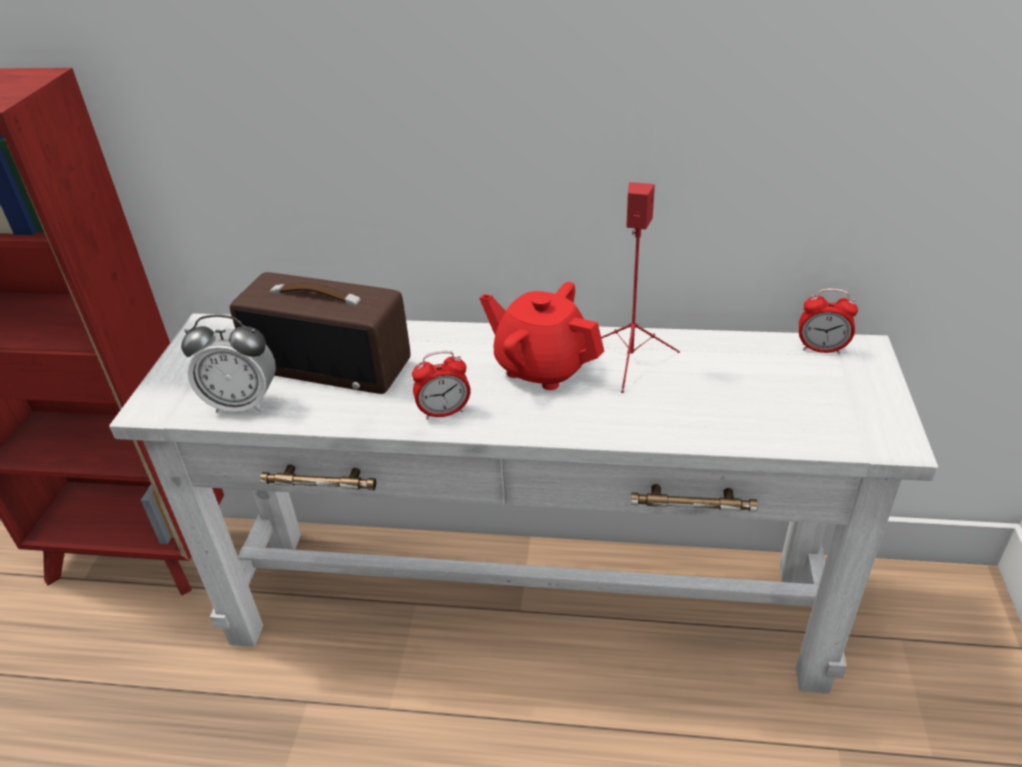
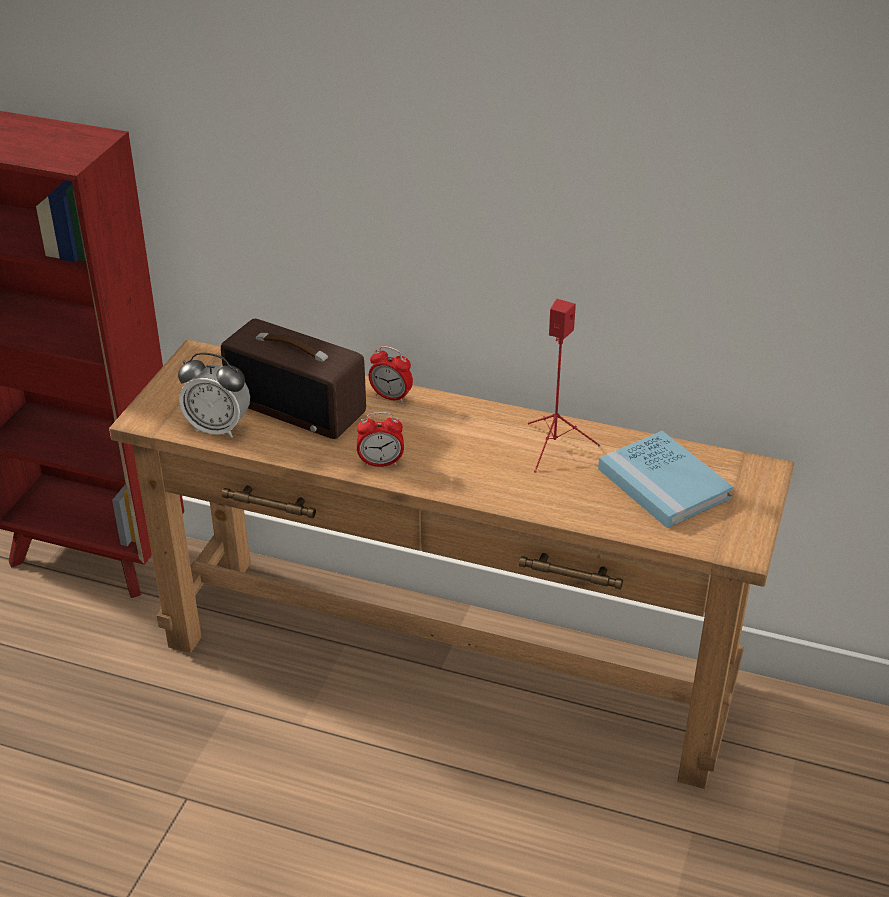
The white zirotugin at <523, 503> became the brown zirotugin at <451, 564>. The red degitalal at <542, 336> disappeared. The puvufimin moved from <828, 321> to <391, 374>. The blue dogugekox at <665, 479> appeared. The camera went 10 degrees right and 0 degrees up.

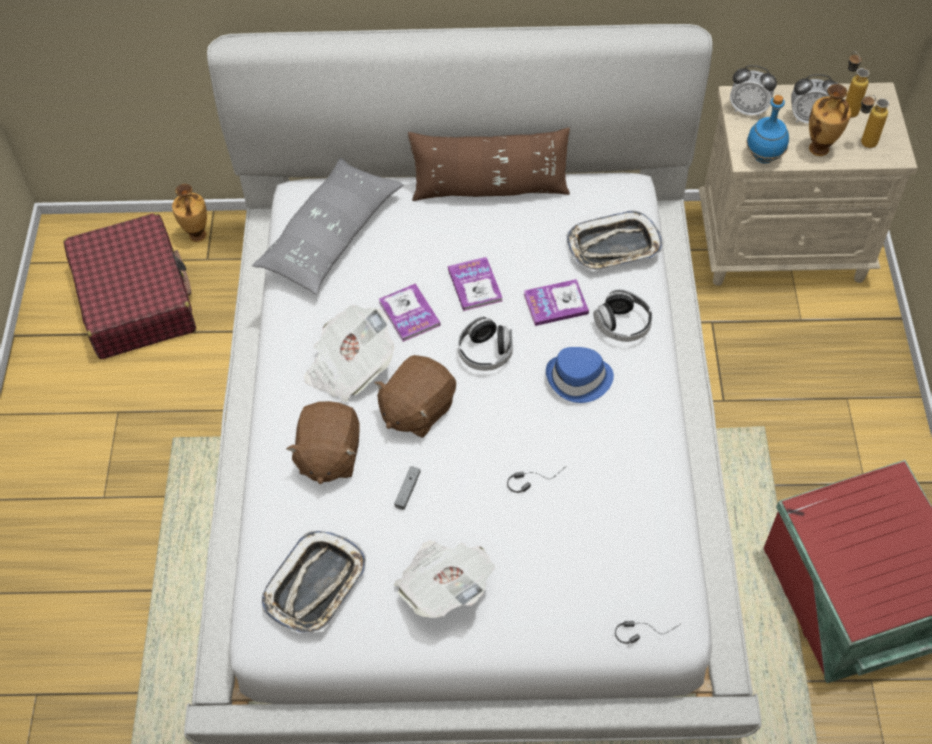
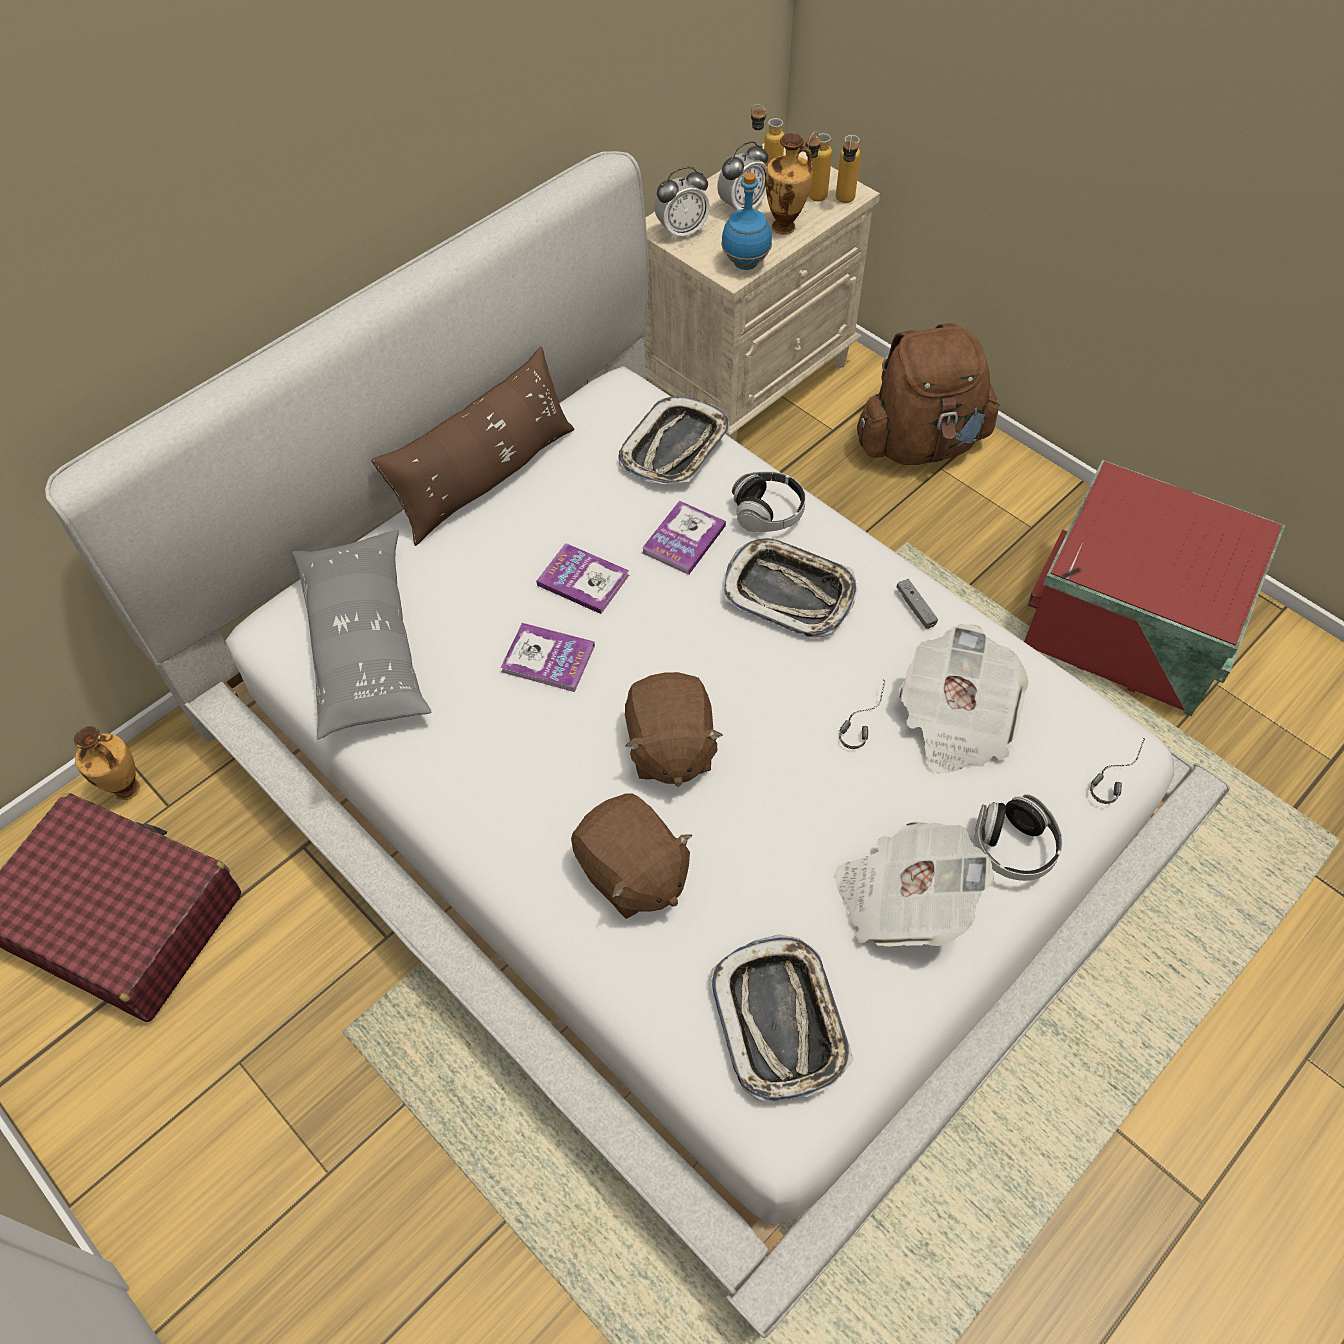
The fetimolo moved from <349, 353> to <964, 699>. The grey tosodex moved from <407, 488> to <917, 604>. The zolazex moved from <485, 343> to <1018, 837>. The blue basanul at <580, 375> was replaced by the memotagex at <790, 588>. The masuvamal at <848, 169> appeared. The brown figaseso at <928, 394> appeared. The camera went 45 degrees left and 0 degrees up.

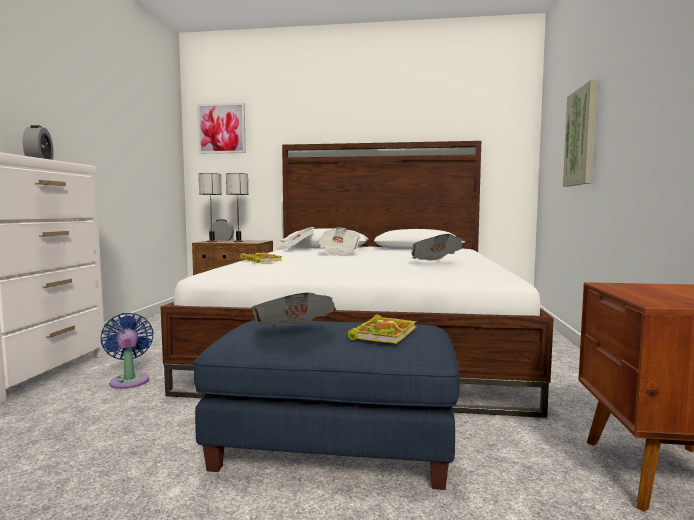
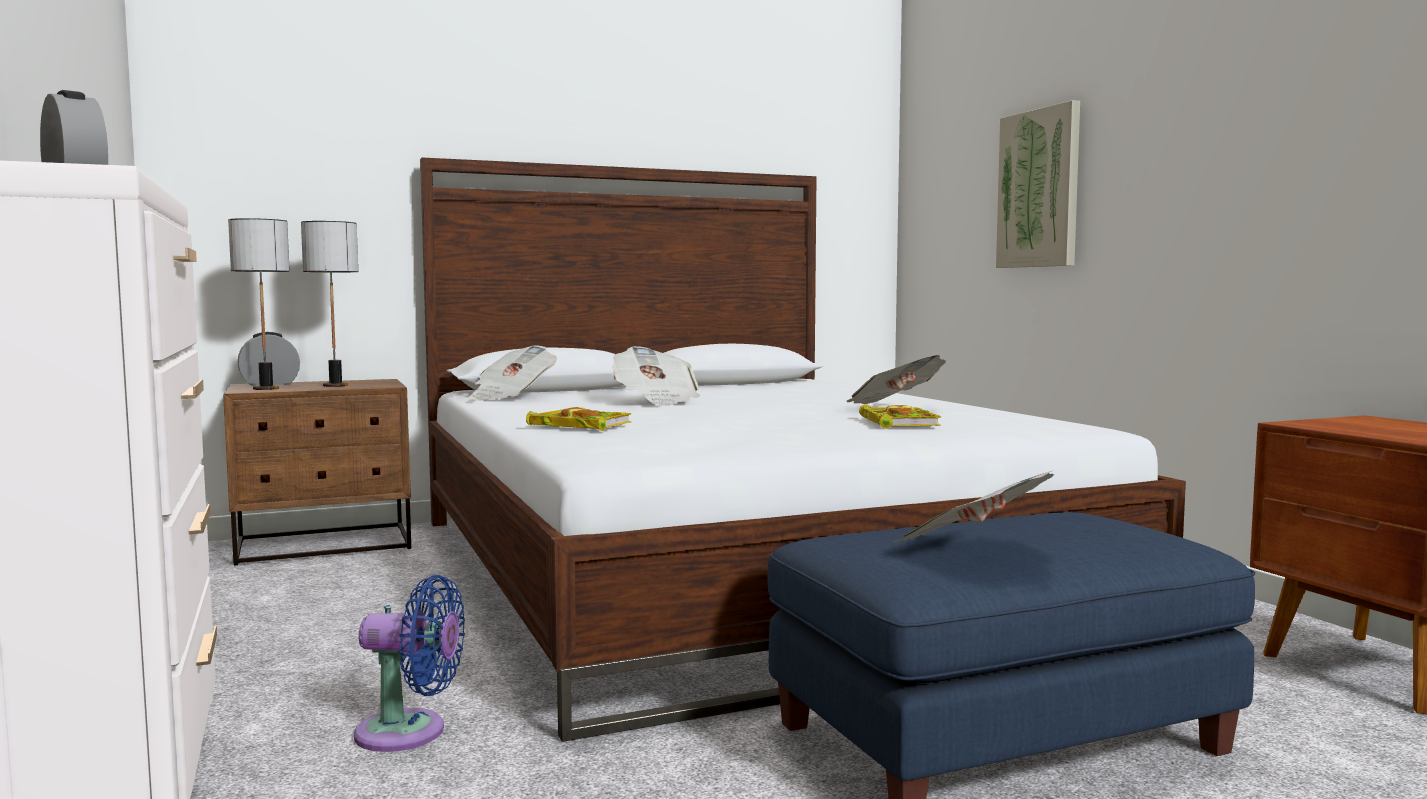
The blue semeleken at <127, 351> turned 150 degrees clockwise. The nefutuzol at <221, 128> disappeared. The dogugekox moved from <382, 329> to <900, 416>. The camera went 30 degrees left and 0 degrees up.

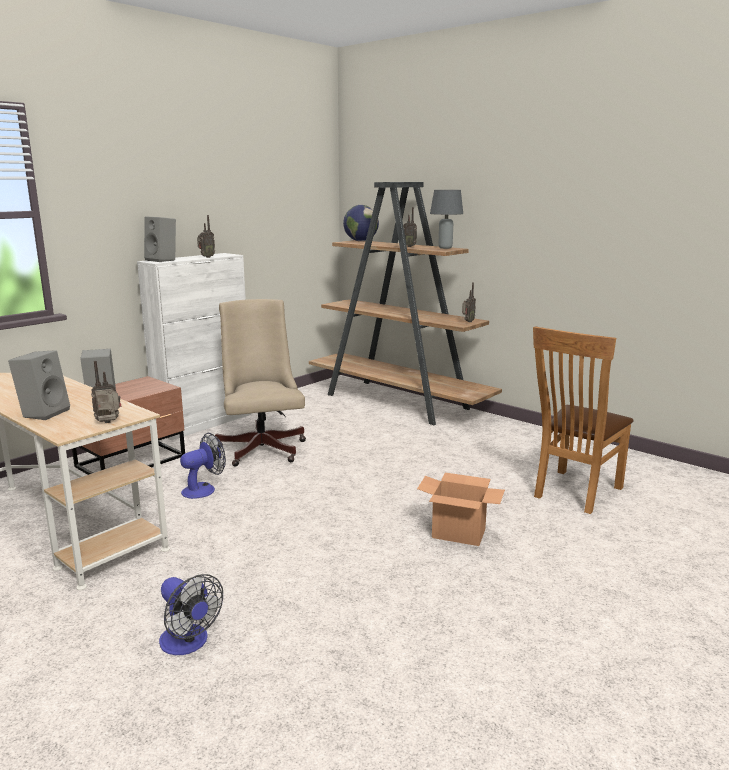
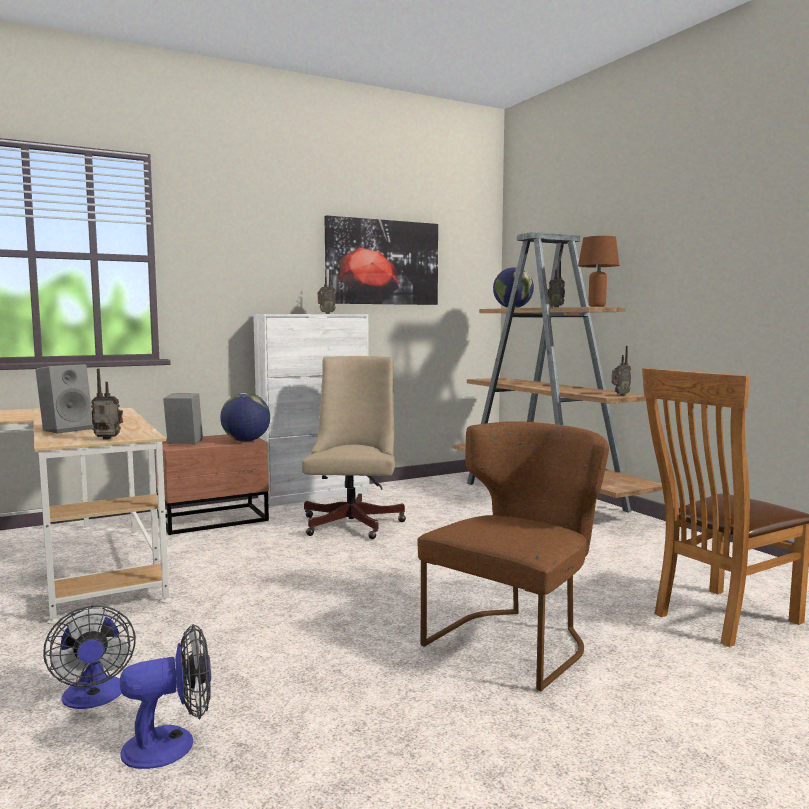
The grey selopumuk at <160, 239> disappeared. The semeleken moved from <203, 466> to <165, 696>. The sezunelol at <461, 509> was replaced by the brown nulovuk at <513, 556>. The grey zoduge at <446, 219> became the brown zoduge at <598, 271>. The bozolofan at <245, 417> appeared. The nefutuzol at <381, 260> appeared. The camera went 20 degrees right and 10 degrees down.

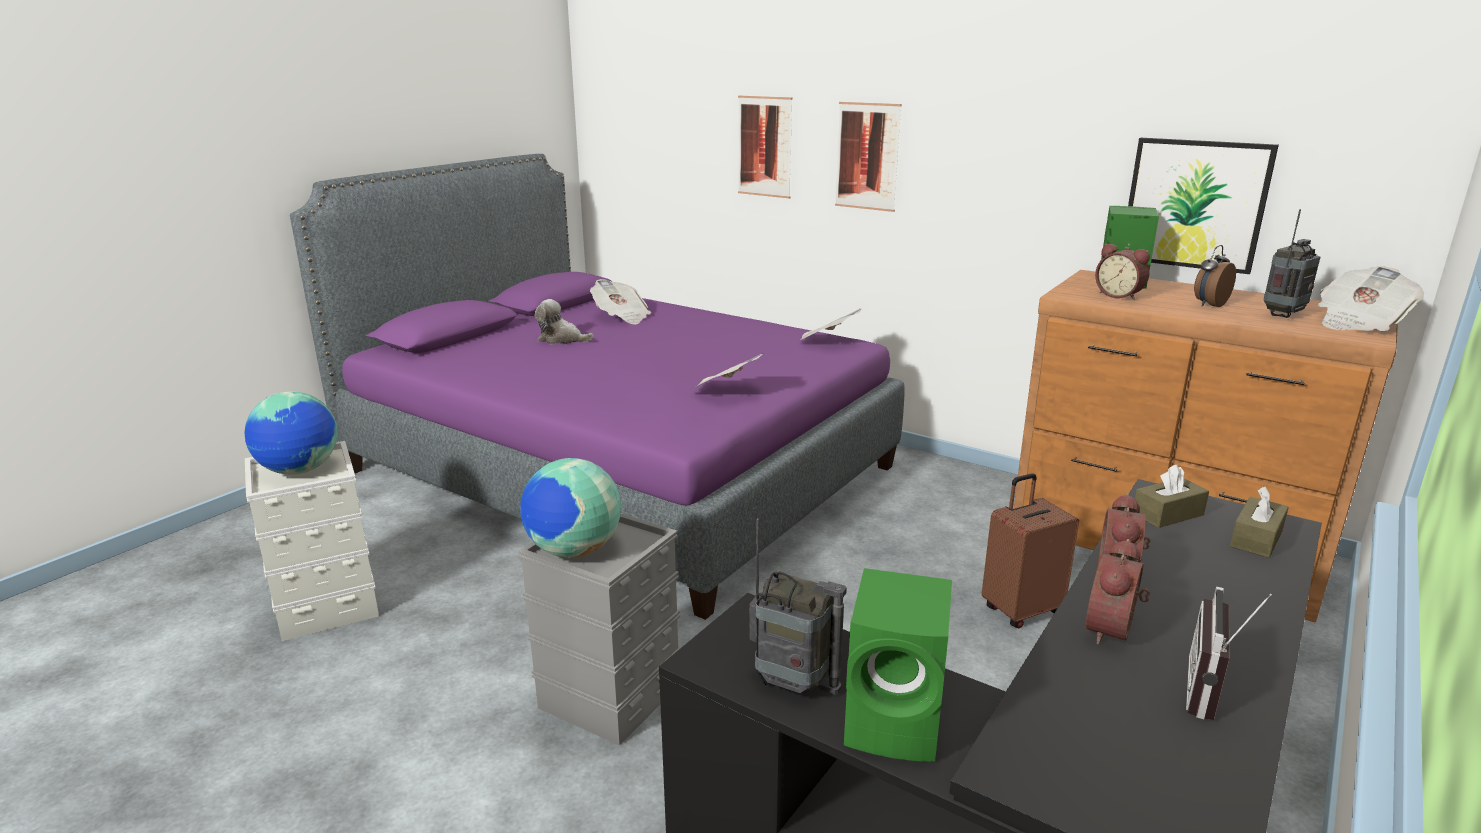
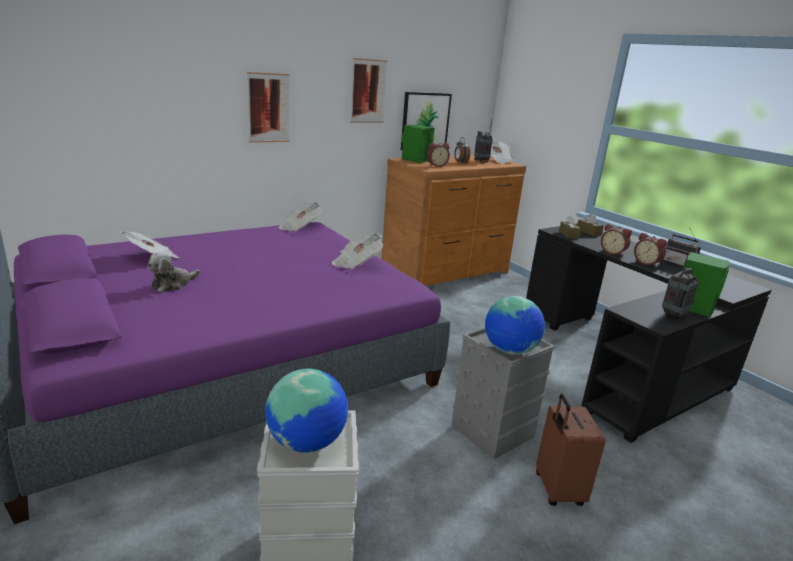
The nefutuzol moved from <765, 147> to <369, 90>. The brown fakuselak moved from <1030, 550> to <570, 450>. The camera went 70 degrees left and 0 degrees up.

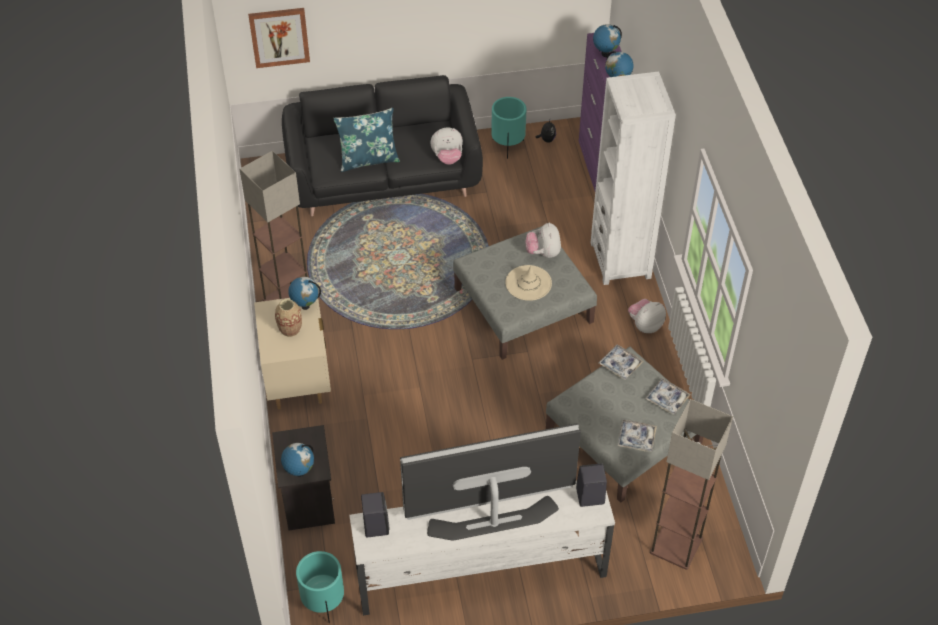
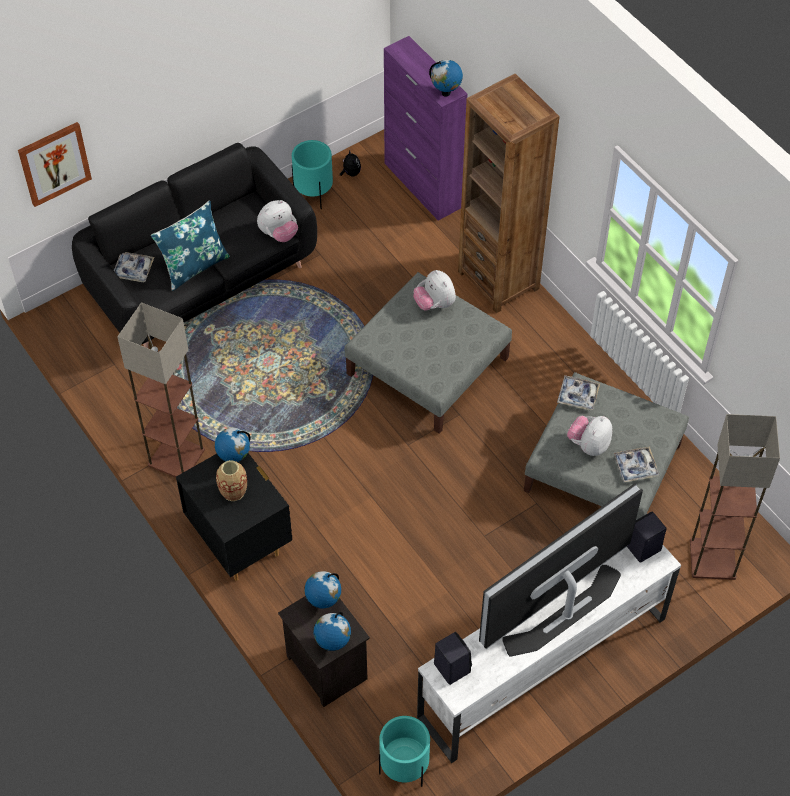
The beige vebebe at <292, 354> became the black vebebe at <234, 517>. The beige basanul at <528, 283> disappeared. The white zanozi at <633, 178> became the brown zanozi at <509, 194>. The bozolofan moved from <607, 40> to <322, 589>. The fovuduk moved from <647, 316> to <589, 436>. The memotagex moved from <668, 396> to <134, 267>. The camera went 25 degrees left and 5 degrees up.

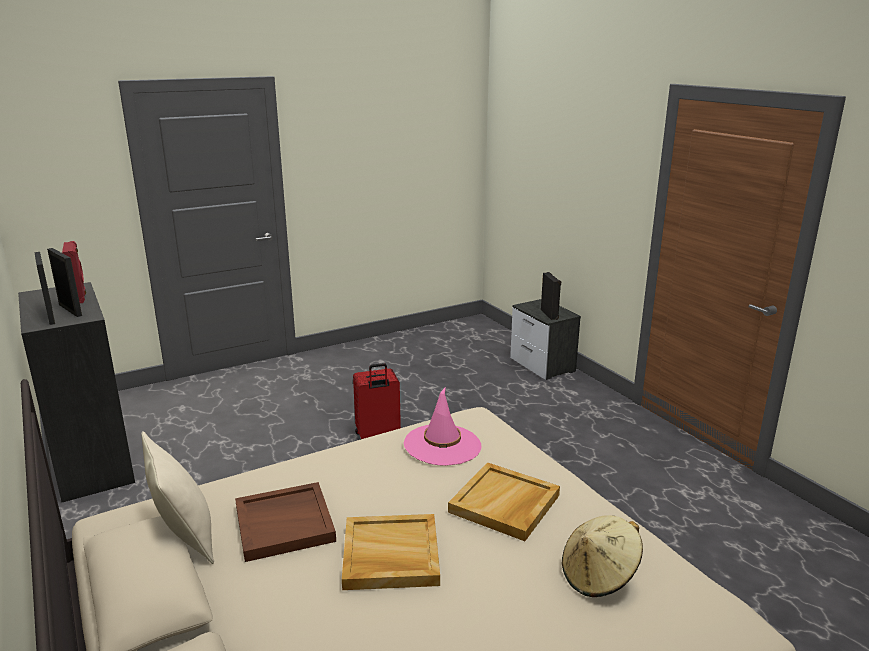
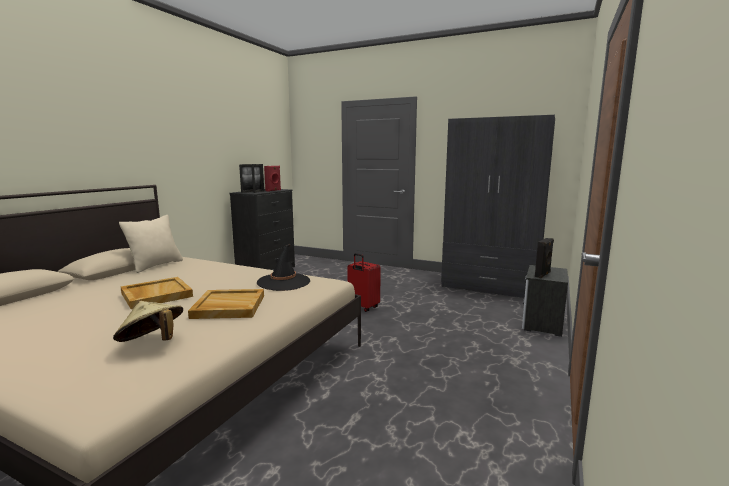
The brown memotagex at <285, 522> disappeared. The pink basanul at <442, 426> became the black basanul at <283, 267>. The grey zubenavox at <498, 206> appeared. The camera went 55 degrees right and 10 degrees down.

